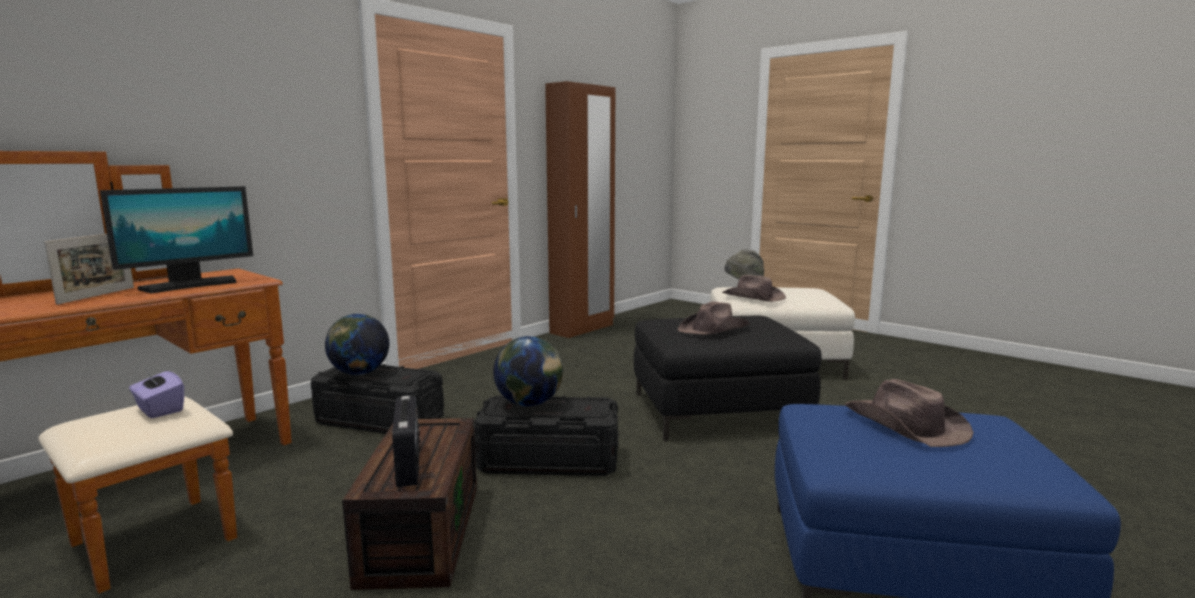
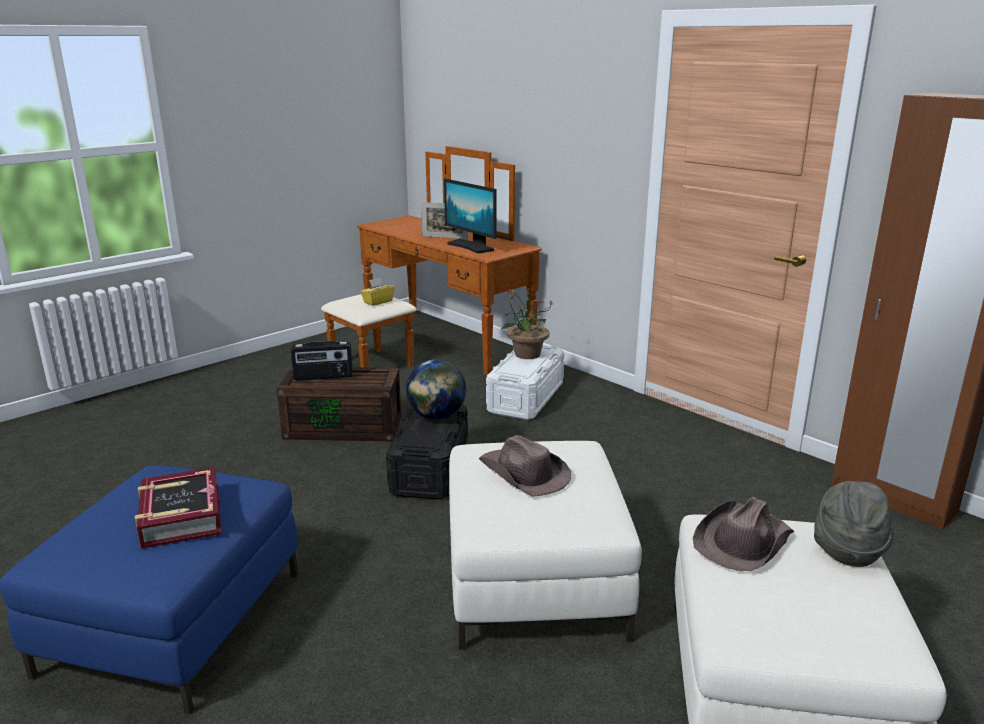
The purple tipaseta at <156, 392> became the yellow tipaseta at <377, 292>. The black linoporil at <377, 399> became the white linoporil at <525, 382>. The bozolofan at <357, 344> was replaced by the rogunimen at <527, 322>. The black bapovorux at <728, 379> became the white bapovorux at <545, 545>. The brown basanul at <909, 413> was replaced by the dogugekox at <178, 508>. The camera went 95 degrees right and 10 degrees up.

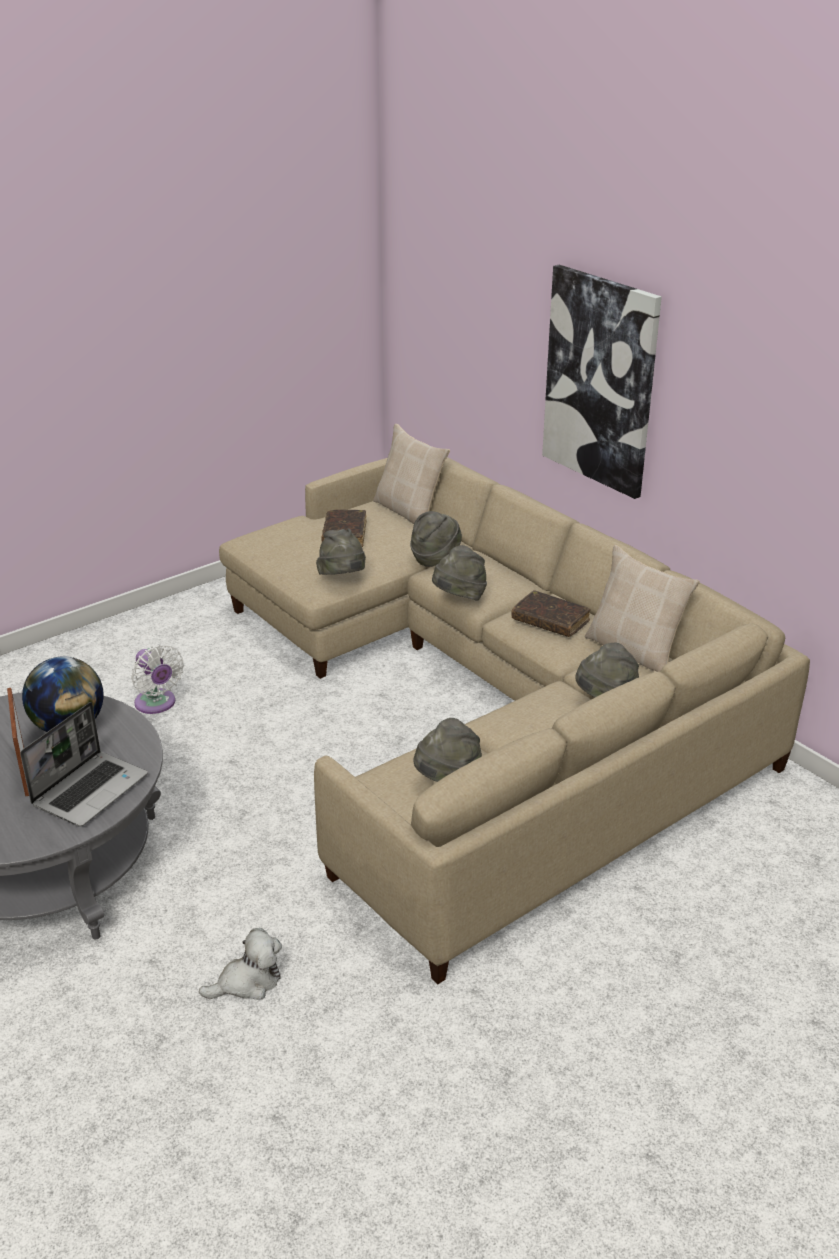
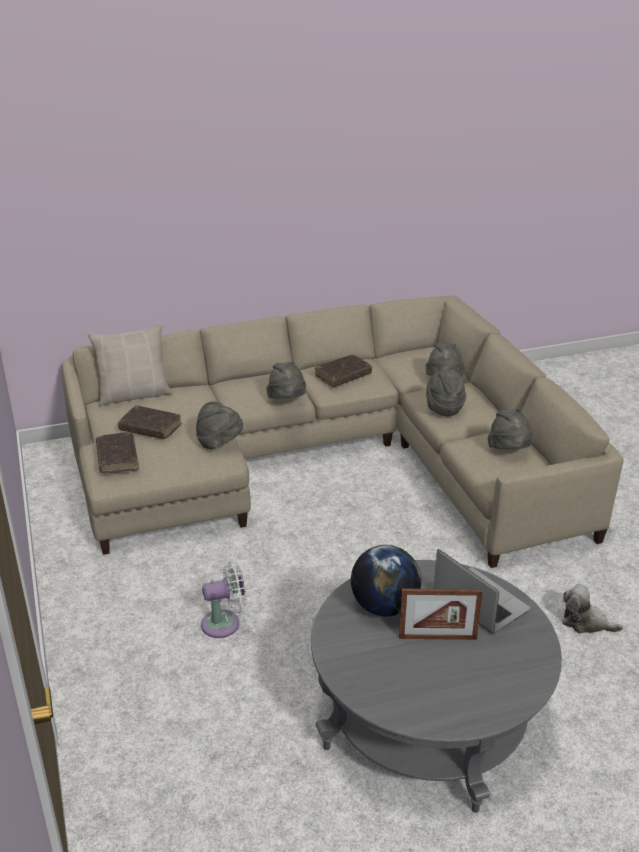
The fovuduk at <240, 964> turned 60 degrees counterclockwise. The grey basanul moved from <436, 539> to <446, 392>. The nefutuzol at <602, 382> disappeared. The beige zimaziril at <642, 608> disappeared. The brown dogugekox at <117, 452> appeared. The camera went 70 degrees left and 0 degrees up.

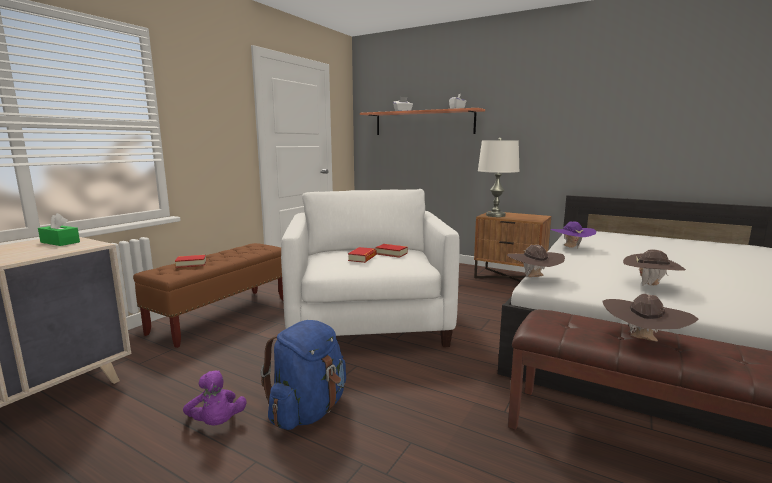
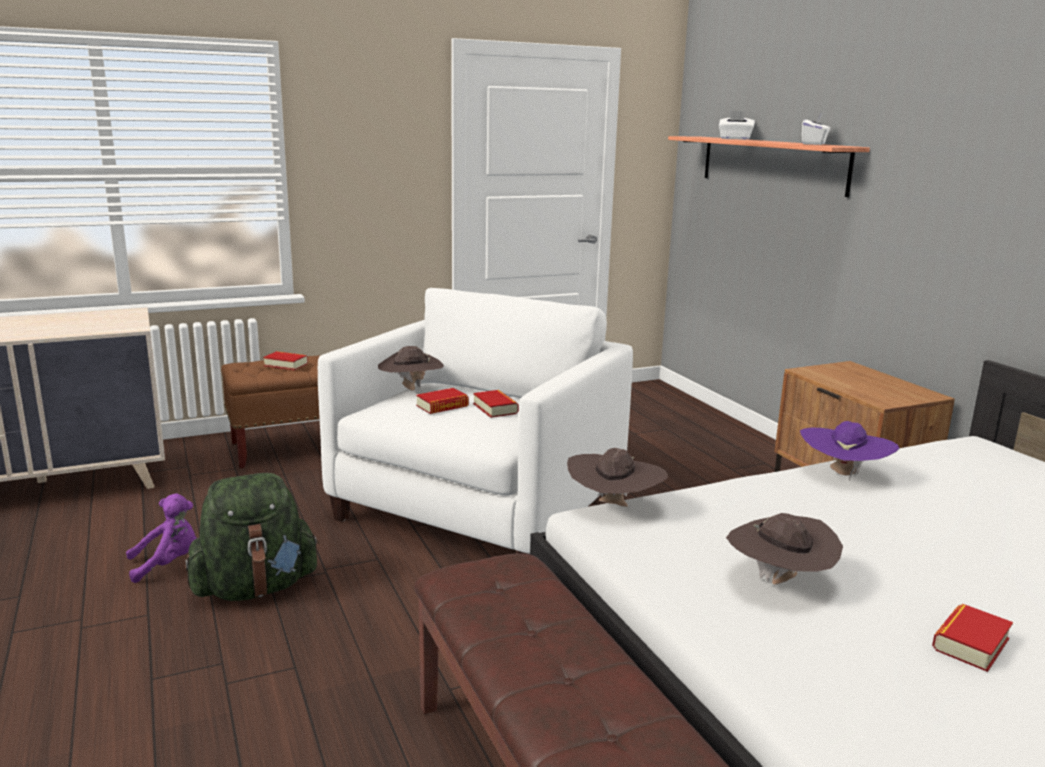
The green tipaseta at <59, 229> disappeared. The purple fovuduk at <215, 398> turned 120 degrees counterclockwise. The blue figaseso at <303, 375> became the green figaseso at <252, 537>. The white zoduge at <499, 177> disappeared. The brown basanul moved from <650, 318> to <411, 368>. The dogugekox at <972, 638> appeared. The camera went 35 degrees right and 5 degrees up.

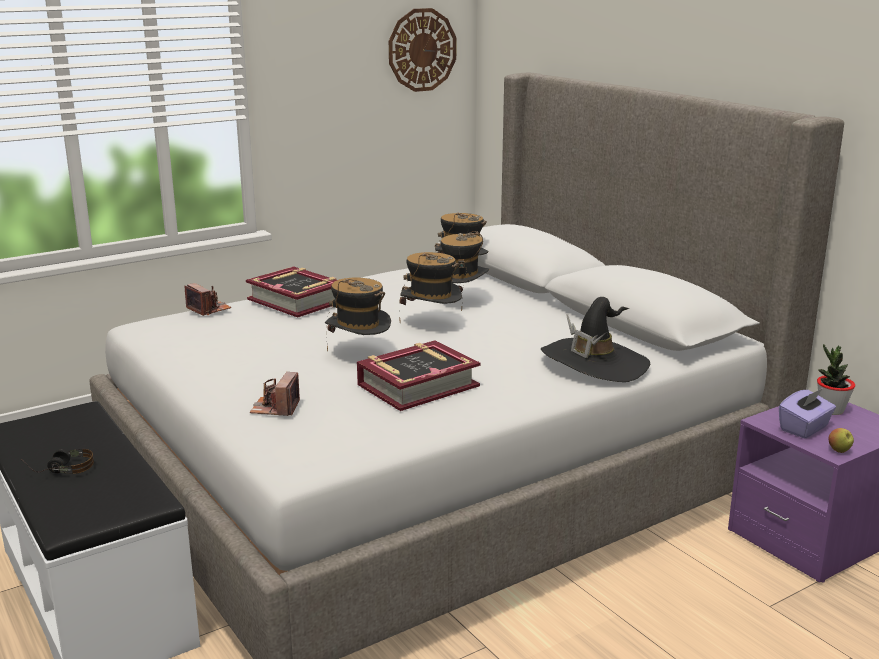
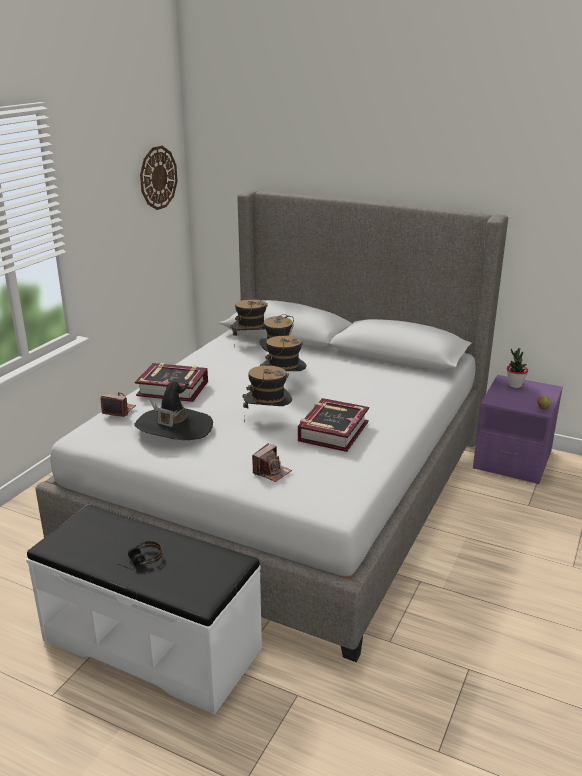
The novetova at <274, 394> turned 120 degrees counterclockwise. The black basanul moved from <595, 339> to <173, 410>. The purple tipaseta at <807, 413> disappeared. The camera went 30 degrees left and 5 degrees up.

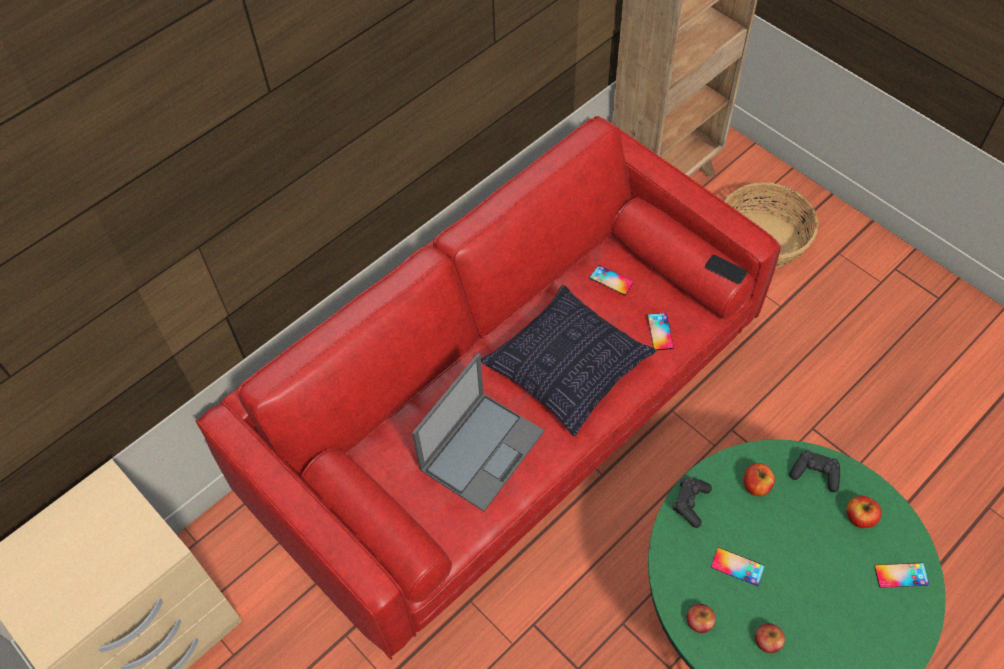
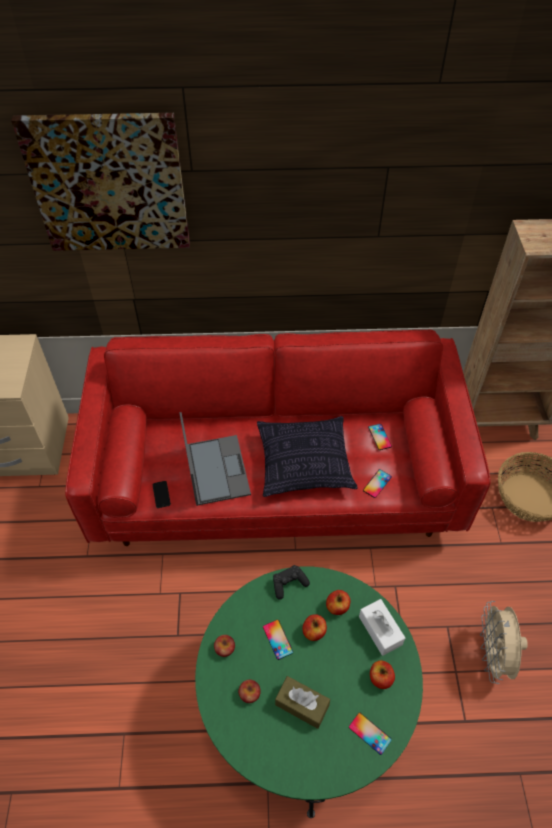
The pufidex at <478, 432> turned 90 degrees counterclockwise. The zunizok moved from <726, 269> to <162, 494>. The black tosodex at <814, 471> was replaced by the white tipaseta at <382, 627>. The nefutuzol at <100, 182> appeared. The brown tipaseta at <302, 702> appeared. The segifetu at <314, 627> appeared. The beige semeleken at <504, 642> appeared. The camera went 40 degrees right and 5 degrees down.

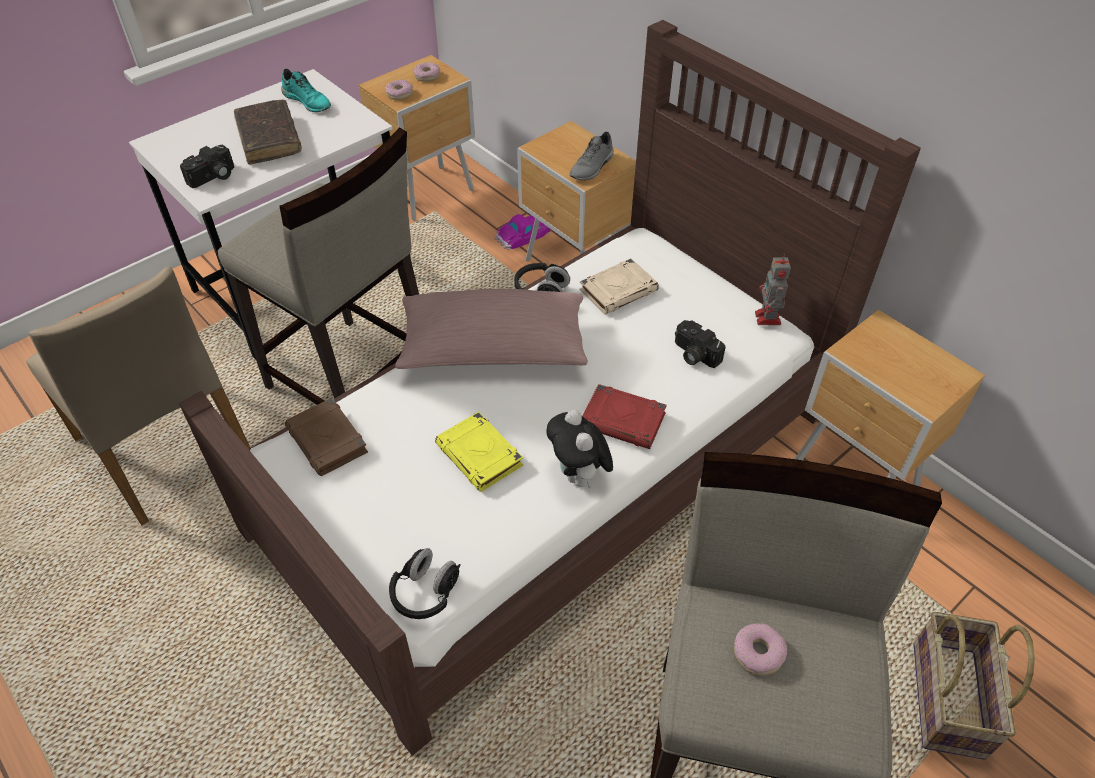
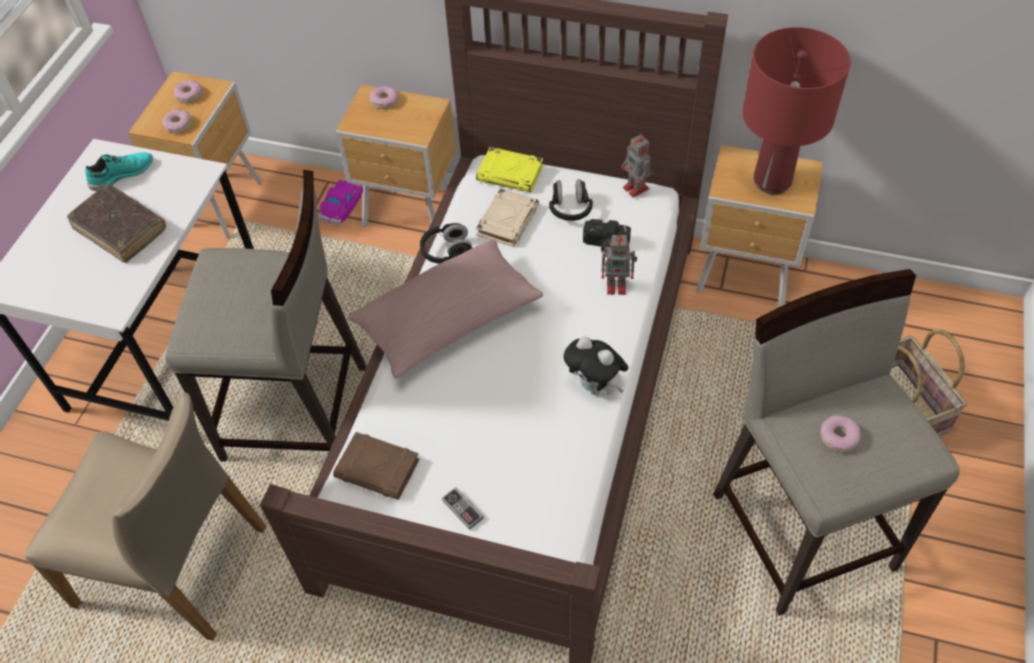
The novetova at <207, 166> disappeared. The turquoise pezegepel at <306, 90> turned 45 degrees counterclockwise. The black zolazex moved from <425, 583> to <571, 200>. The yellow dogugekox moved from <479, 452> to <509, 169>. The grey pezegepel at <591, 156> disappeared. The red dogugekox at <625, 416> disappeared. The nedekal at <384, 97> appeared. The tosodex at <463, 508> appeared. The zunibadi at <619, 264> appeared. The red zoduge at <796, 111> appeared. The camera went 30 degrees left and 5 degrees up.

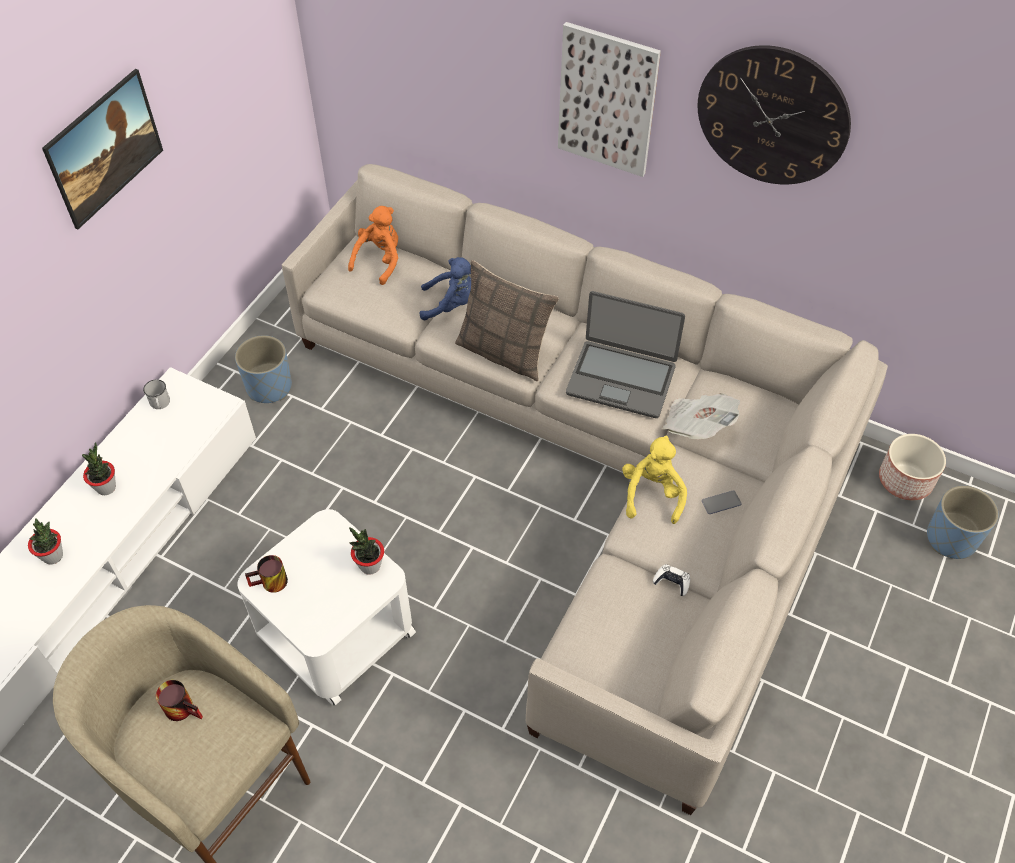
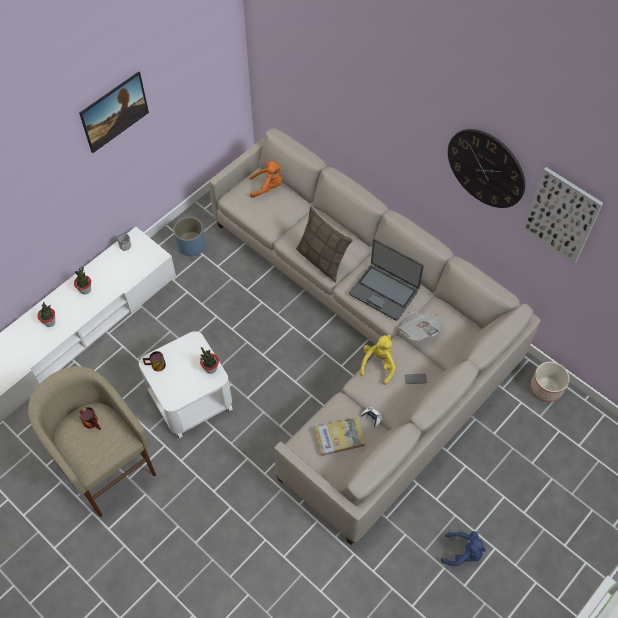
The orange fovuduk at <373, 245> turned 45 degrees clockwise. The blue fovuduk moved from <445, 289> to <463, 548>. The nefutuzol moved from <609, 99> to <563, 215>. The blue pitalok at <962, 522> disappeared. The dogugekox at <339, 436> appeared. The camera went 15 degrees right and 5 degrees up.

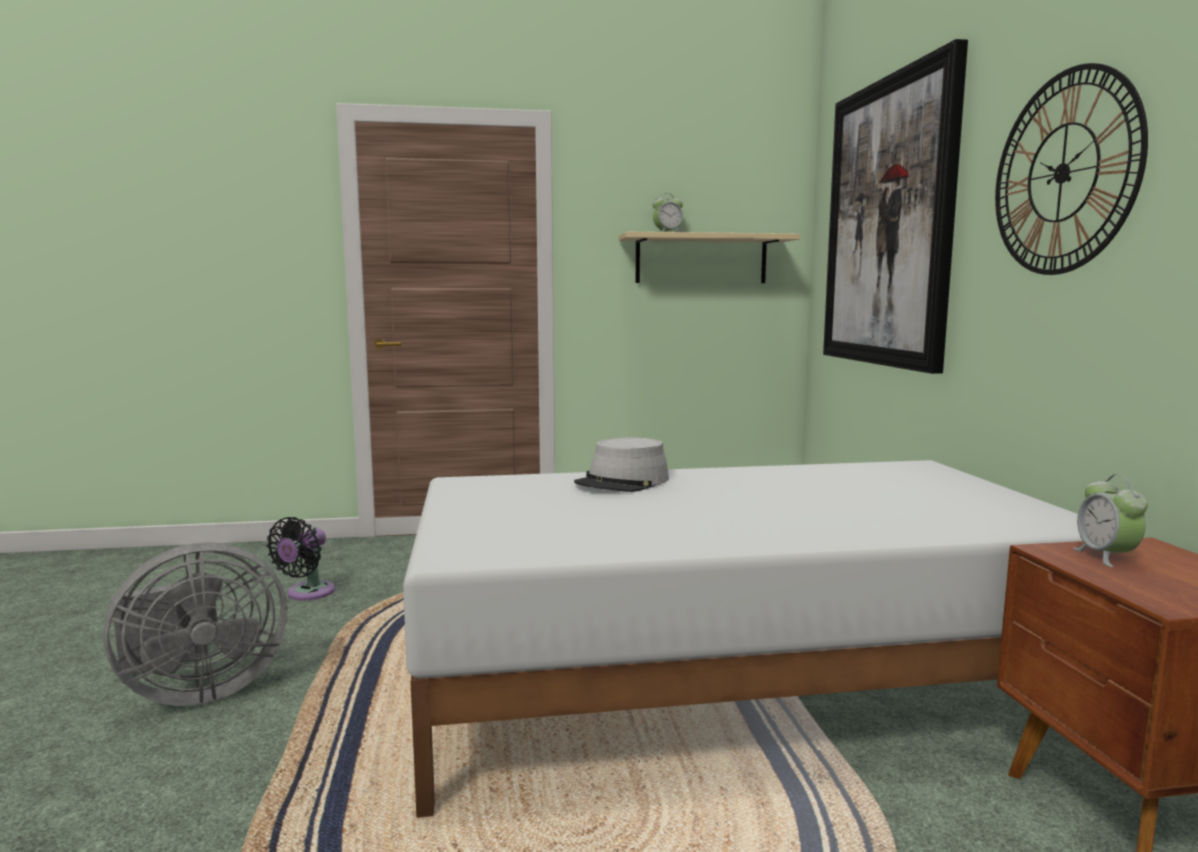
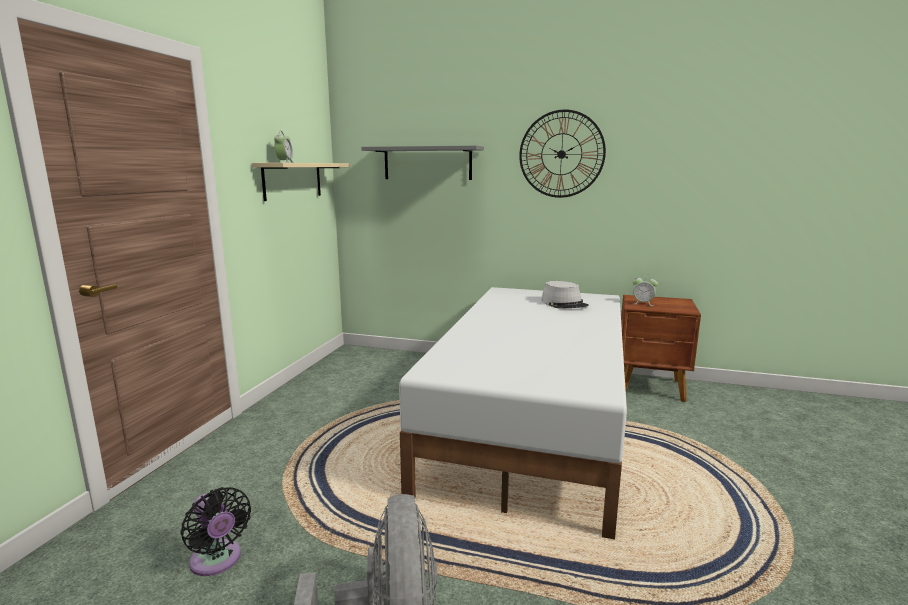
The grey basanul moved from <621, 464> to <565, 295>. The nefutuzol at <895, 206> was replaced by the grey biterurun at <422, 162>. The camera went 65 degrees left and 5 degrees up.

